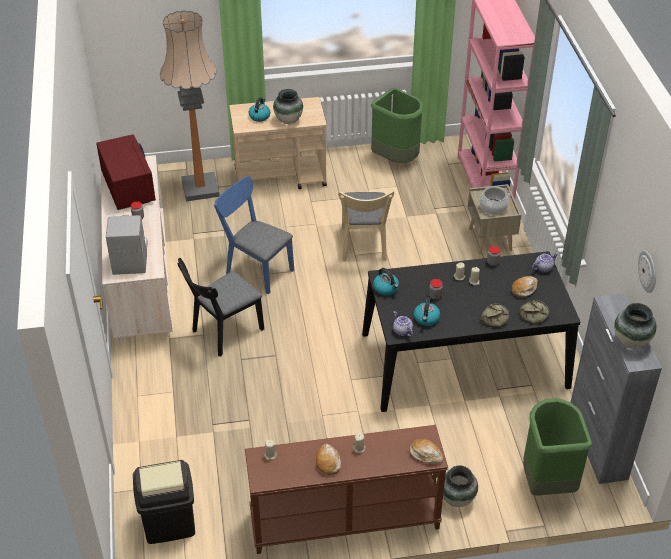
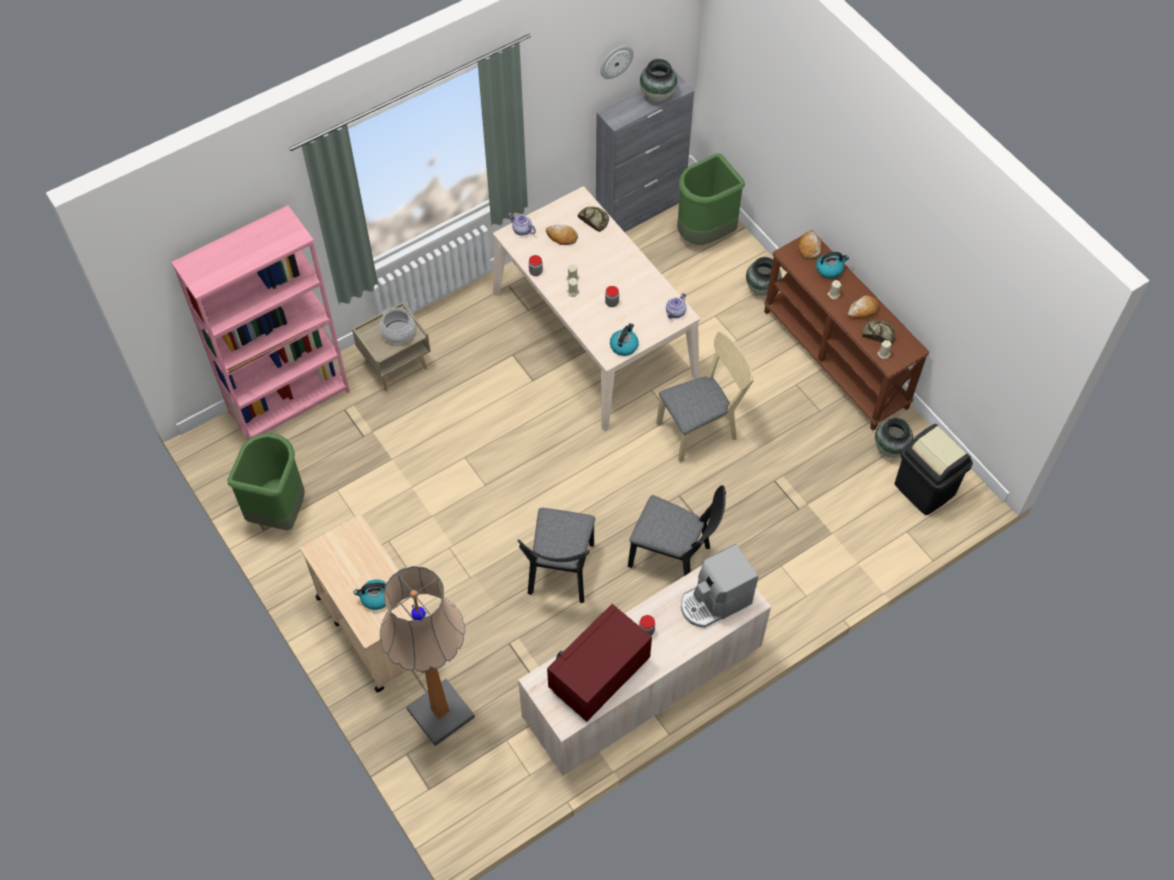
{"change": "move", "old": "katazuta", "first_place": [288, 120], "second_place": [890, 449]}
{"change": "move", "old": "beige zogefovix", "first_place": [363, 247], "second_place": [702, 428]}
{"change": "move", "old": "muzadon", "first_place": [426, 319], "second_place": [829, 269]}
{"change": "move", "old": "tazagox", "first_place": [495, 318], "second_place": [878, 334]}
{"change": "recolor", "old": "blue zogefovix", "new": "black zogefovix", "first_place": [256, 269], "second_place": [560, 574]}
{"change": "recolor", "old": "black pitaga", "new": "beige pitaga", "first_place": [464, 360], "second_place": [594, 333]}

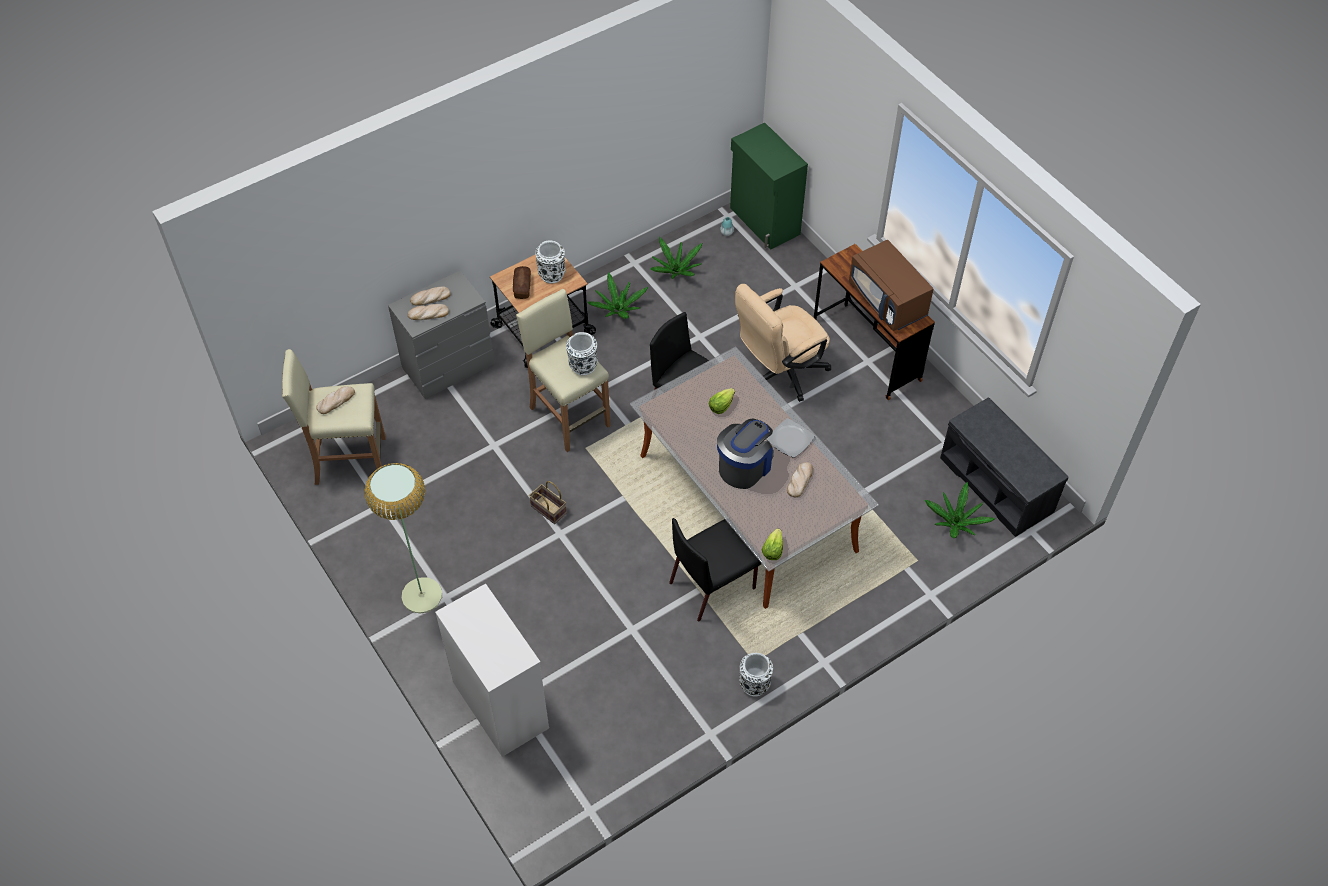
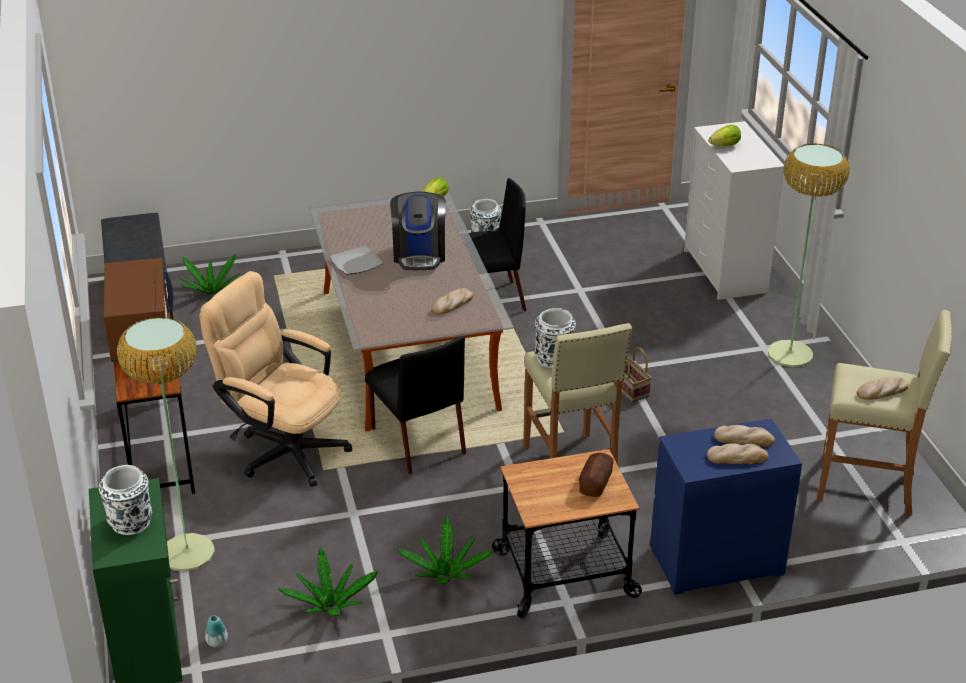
{"change": "insert", "new": "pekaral", "second_place": [187, 552]}
{"change": "move", "old": "white katazuta", "first_place": [551, 274], "second_place": [130, 523]}
{"change": "move", "old": "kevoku", "first_place": [721, 406], "second_place": [725, 146]}
{"change": "move", "old": "tazagox", "first_place": [800, 480], "second_place": [452, 304]}
{"change": "recolor", "old": "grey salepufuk", "new": "blue salepufuk", "first_place": [449, 366], "second_place": [715, 561]}
{"change": "rotate", "old": "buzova", "first_place": [744, 466], "second_place": [419, 254], "degrees": -60}
{"change": "rotate", "old": "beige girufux", "first_place": [779, 374], "second_place": [283, 449], "degrees": -135}

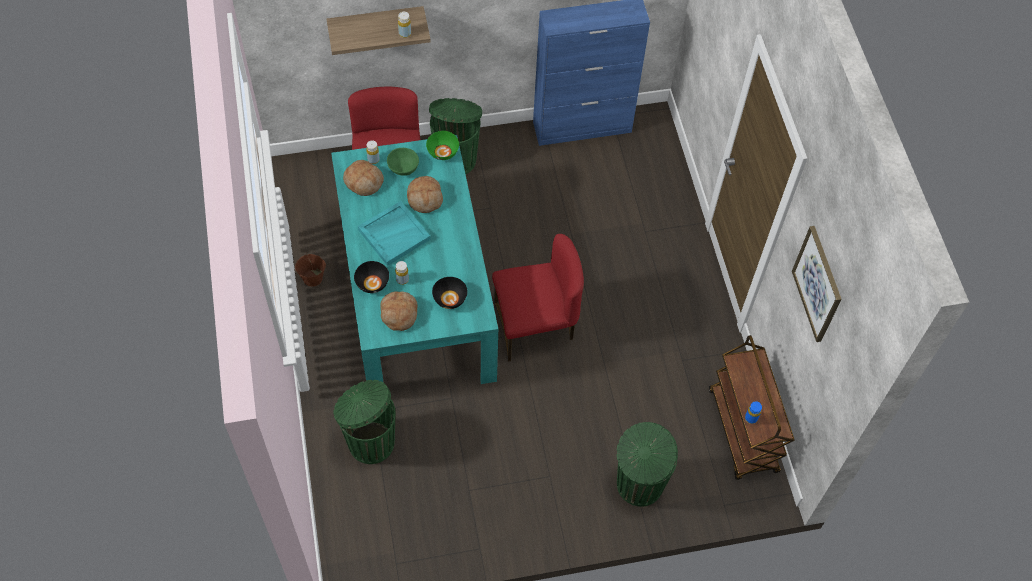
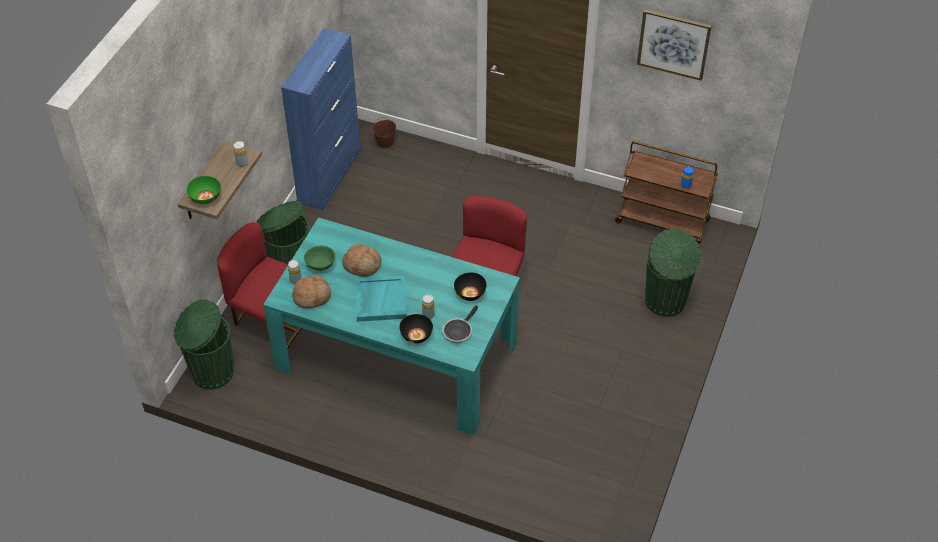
{"change": "move", "old": "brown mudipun", "first_place": [313, 278], "second_place": [385, 142]}
{"change": "move", "old": "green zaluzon", "first_place": [370, 441], "second_place": [211, 372]}
{"change": "move", "old": "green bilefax", "first_place": [442, 152], "second_place": [205, 197]}
{"change": "replace", "old": "tazagox", "new": "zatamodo", "first_place": [398, 313], "second_place": [458, 331]}

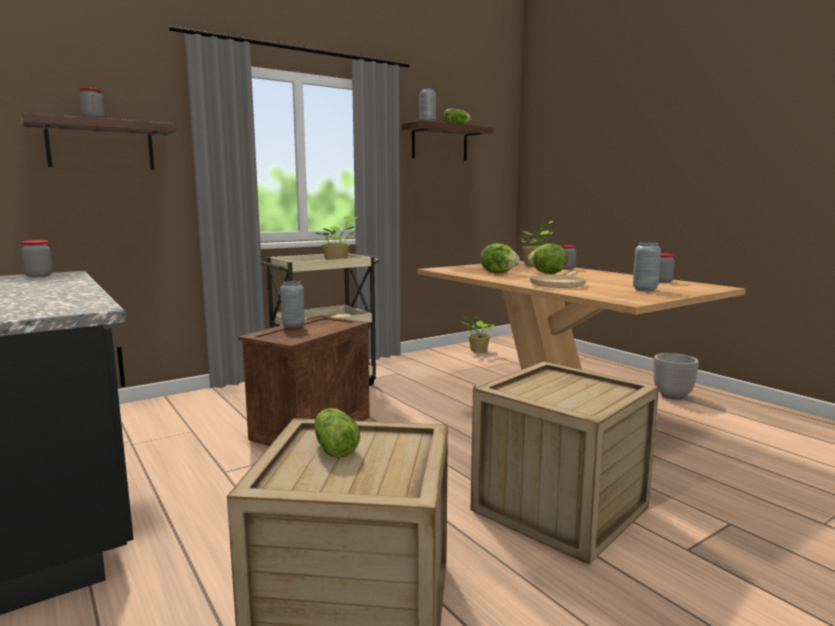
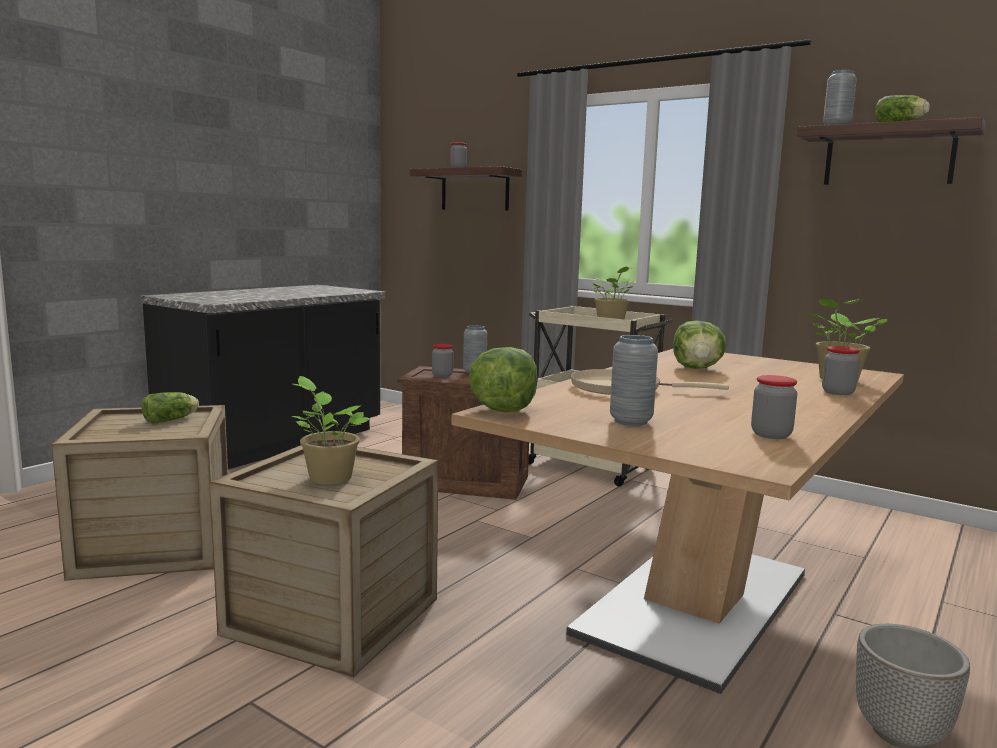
{"change": "move", "old": "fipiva", "first_place": [39, 276], "second_place": [442, 375]}
{"change": "move", "old": "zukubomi", "first_place": [477, 351], "second_place": [328, 477]}
{"change": "move", "old": "kevoku", "first_place": [547, 273], "second_place": [503, 410]}

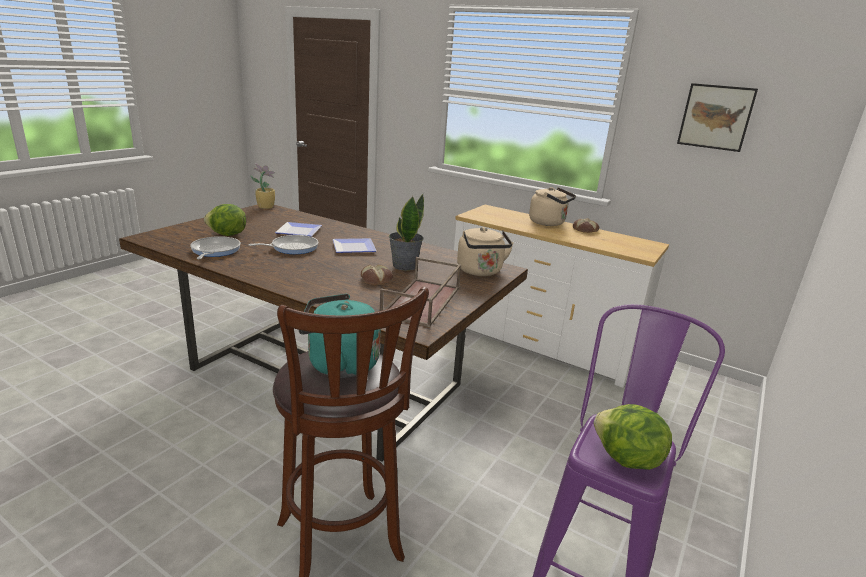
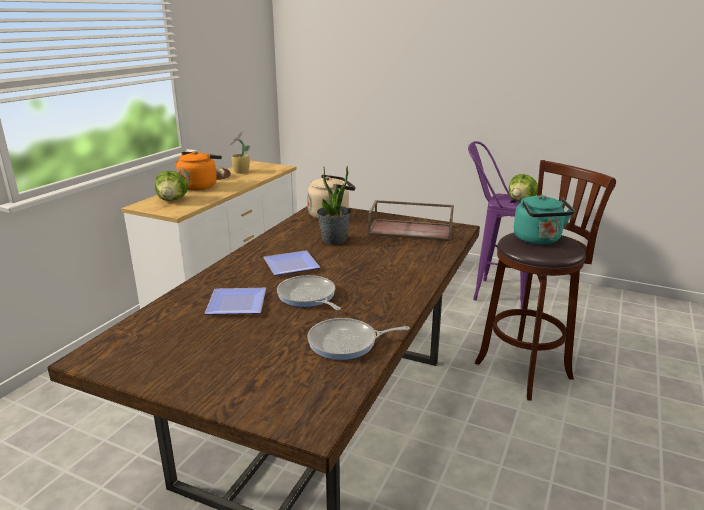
{"change": "delete", "old": "tazagox", "first_place": [376, 279]}
{"change": "delete", "old": "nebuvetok", "first_place": [715, 117]}
{"change": "move", "old": "kevoku", "first_place": [227, 235], "second_place": [173, 200]}
{"change": "move", "old": "zukubomi", "first_place": [265, 206], "second_place": [241, 172]}
{"change": "recolor", "old": "beige muzadon", "new": "orange muzadon", "first_place": [549, 223], "second_place": [200, 186]}

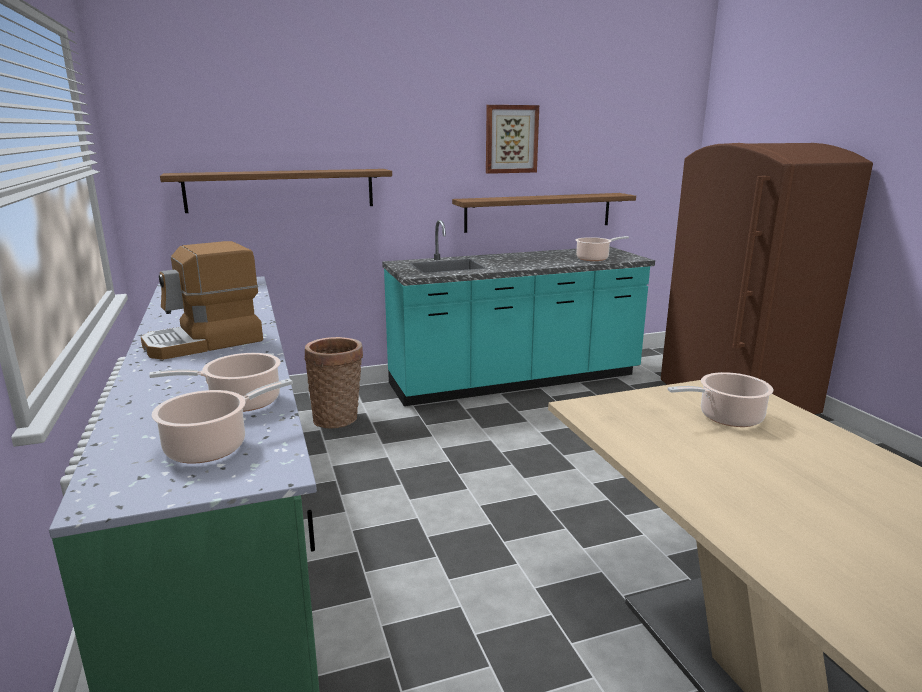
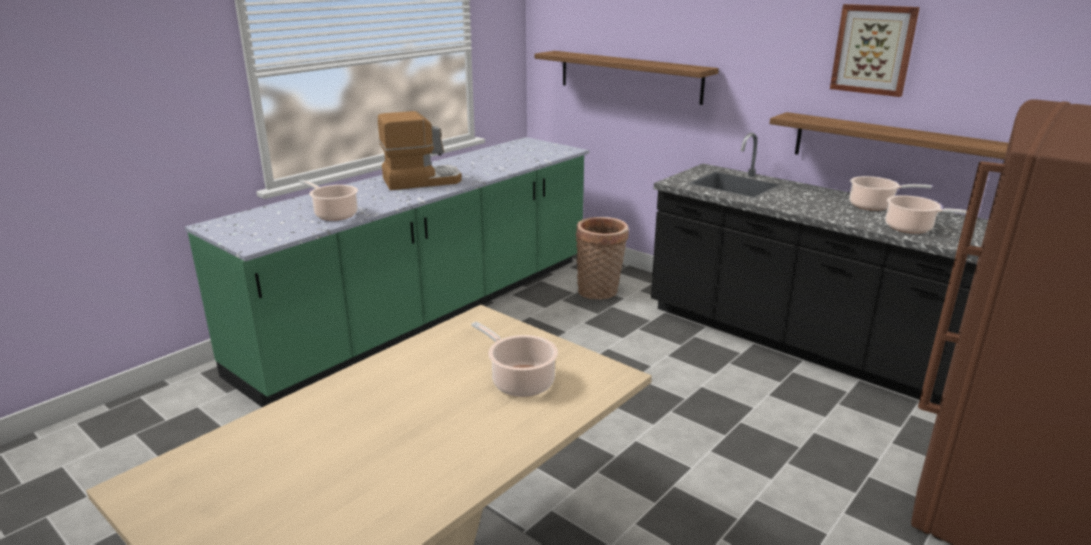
{"change": "move", "old": "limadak", "first_place": [212, 447], "second_place": [873, 206]}
{"change": "recolor", "old": "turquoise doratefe", "new": "black doratefe", "first_place": [515, 381], "second_place": [796, 342]}
{"change": "rotate", "old": "buzova", "first_place": [204, 343], "second_place": [421, 180], "degrees": 135}

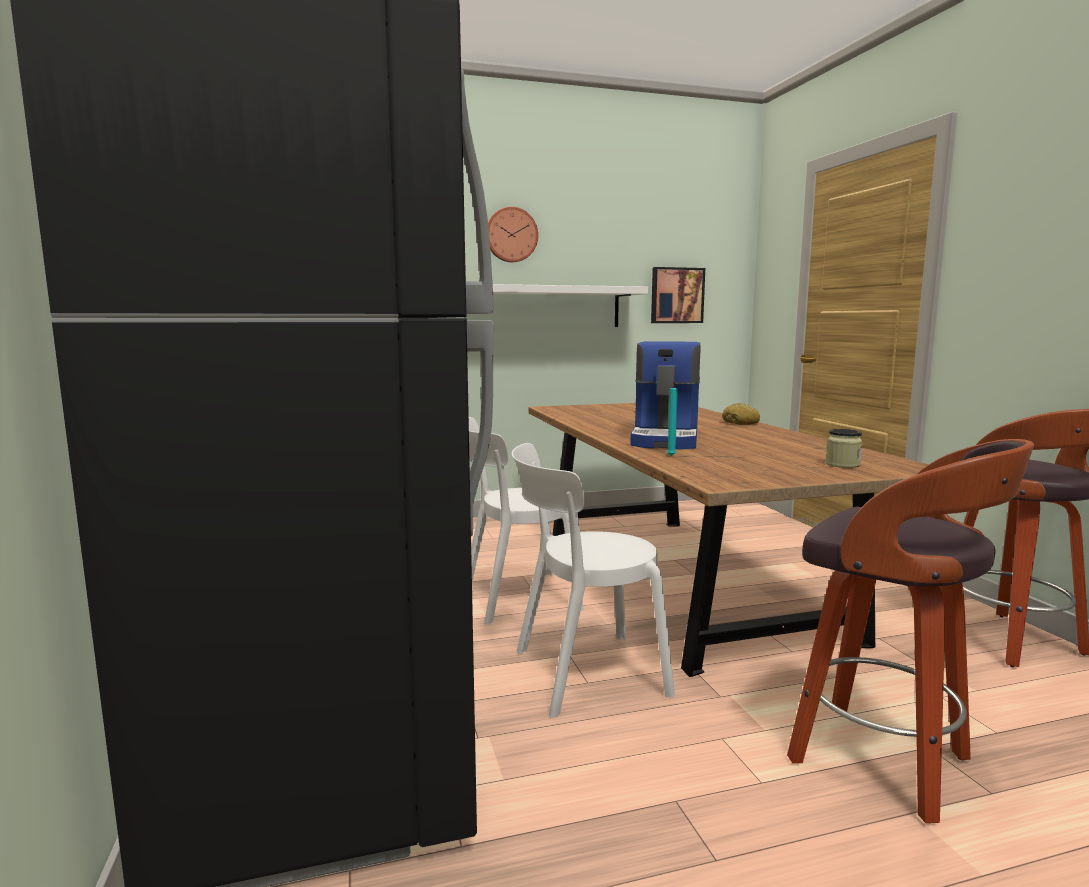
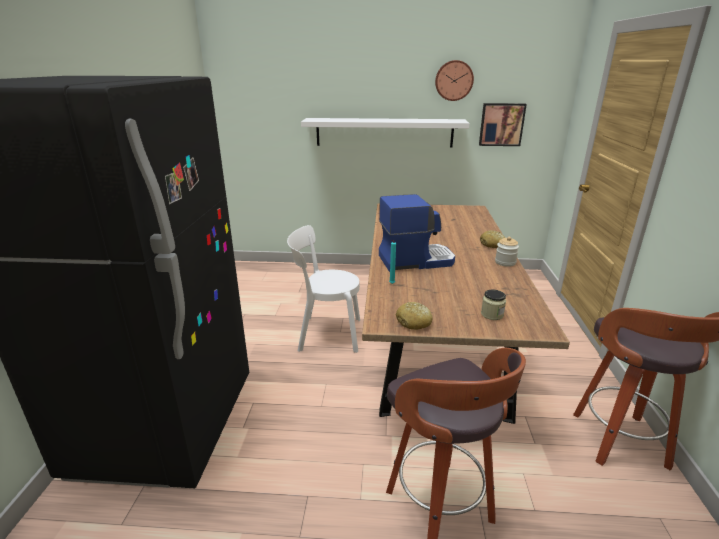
{"change": "delete", "old": "white zogefovix", "first_place": [582, 673]}
{"change": "insert", "new": "tazagox", "second_place": [414, 322]}
{"change": "insert", "new": "fipiva", "second_place": [505, 262]}
{"change": "move", "old": "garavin", "first_place": [511, 235], "second_place": [454, 80]}
{"change": "rotate", "old": "buzova", "first_place": [667, 438], "second_place": [415, 260], "degrees": -135}

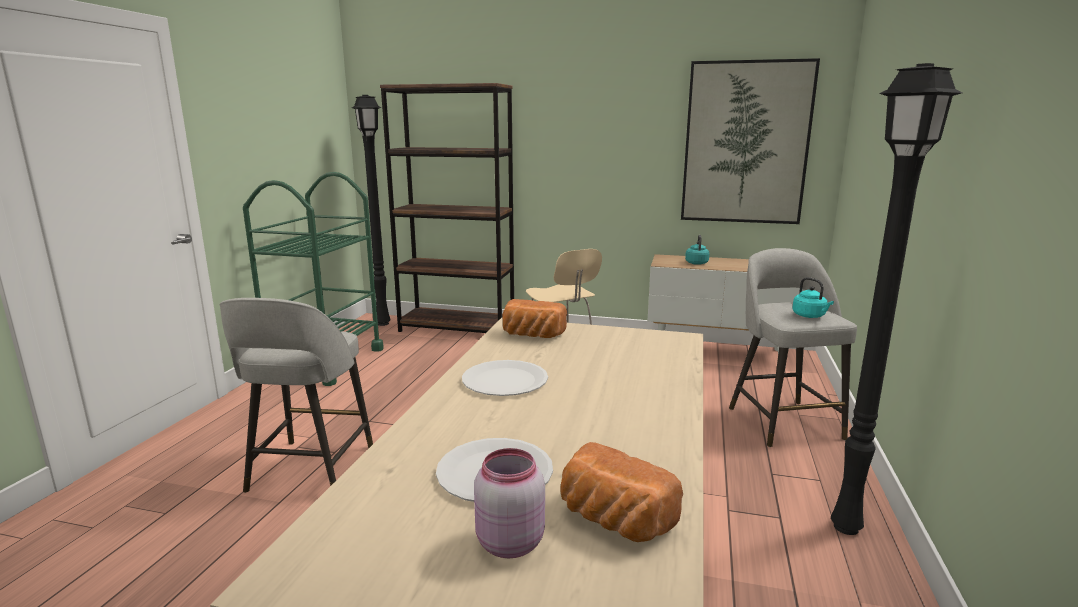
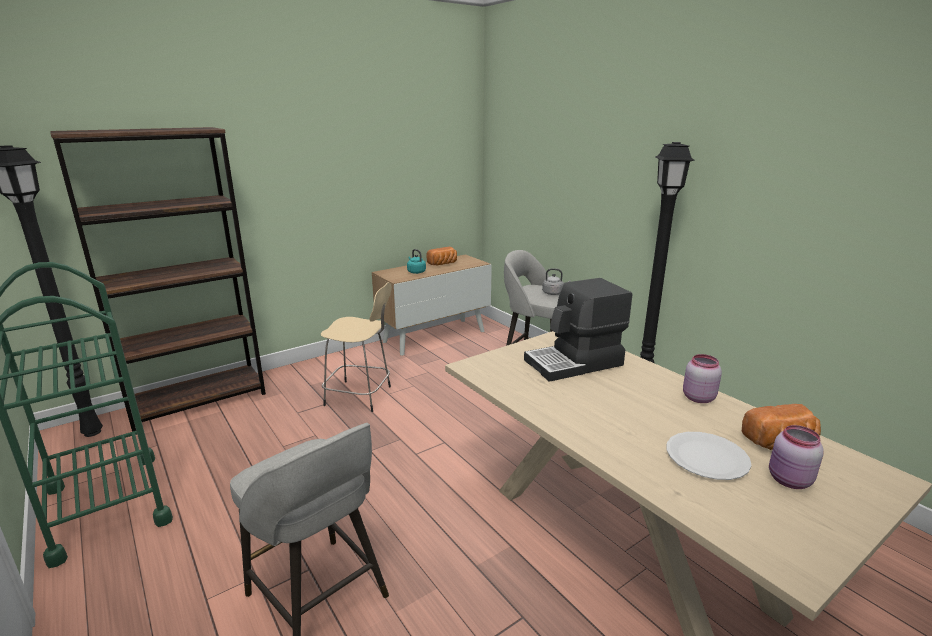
{"change": "delete", "old": "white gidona", "first_place": [505, 380]}
{"change": "delete", "old": "nebuvetok", "first_place": [745, 143]}
{"change": "insert", "new": "buzova", "second_place": [575, 363]}
{"change": "insert", "new": "pink fipiva", "second_place": [697, 398]}
{"change": "move", "old": "tazagox", "first_place": [532, 335], "second_place": [443, 264]}
{"change": "recolor", "old": "turquoise muzadon", "new": "grey muzadon", "first_place": [810, 316], "second_place": [554, 293]}

